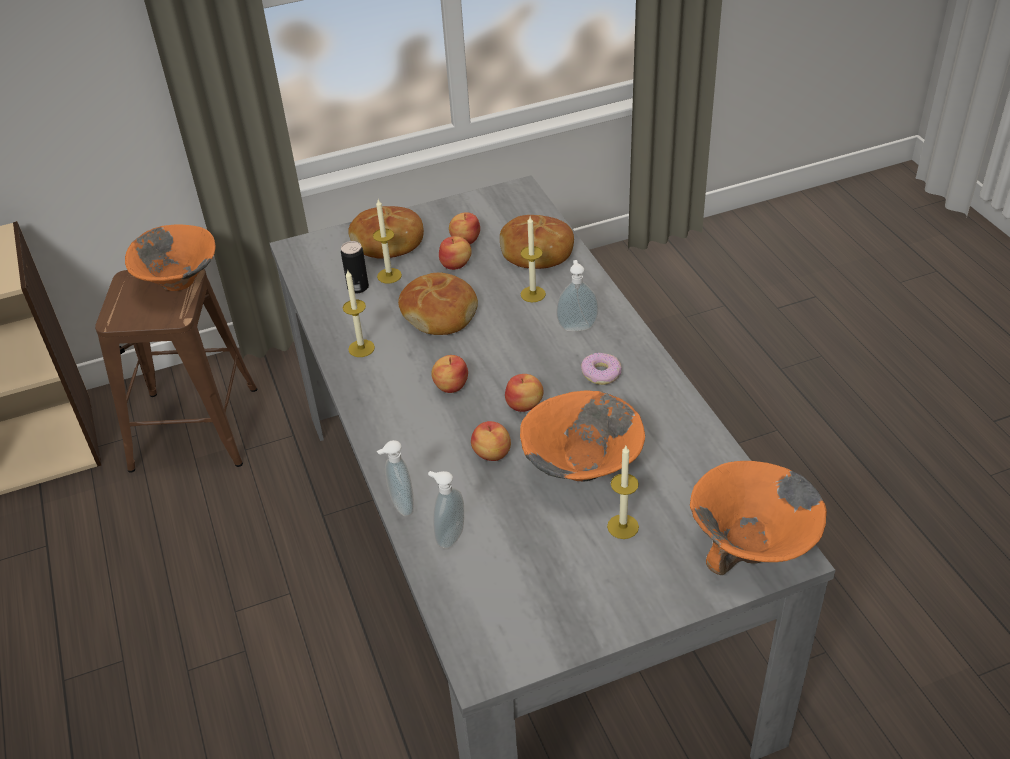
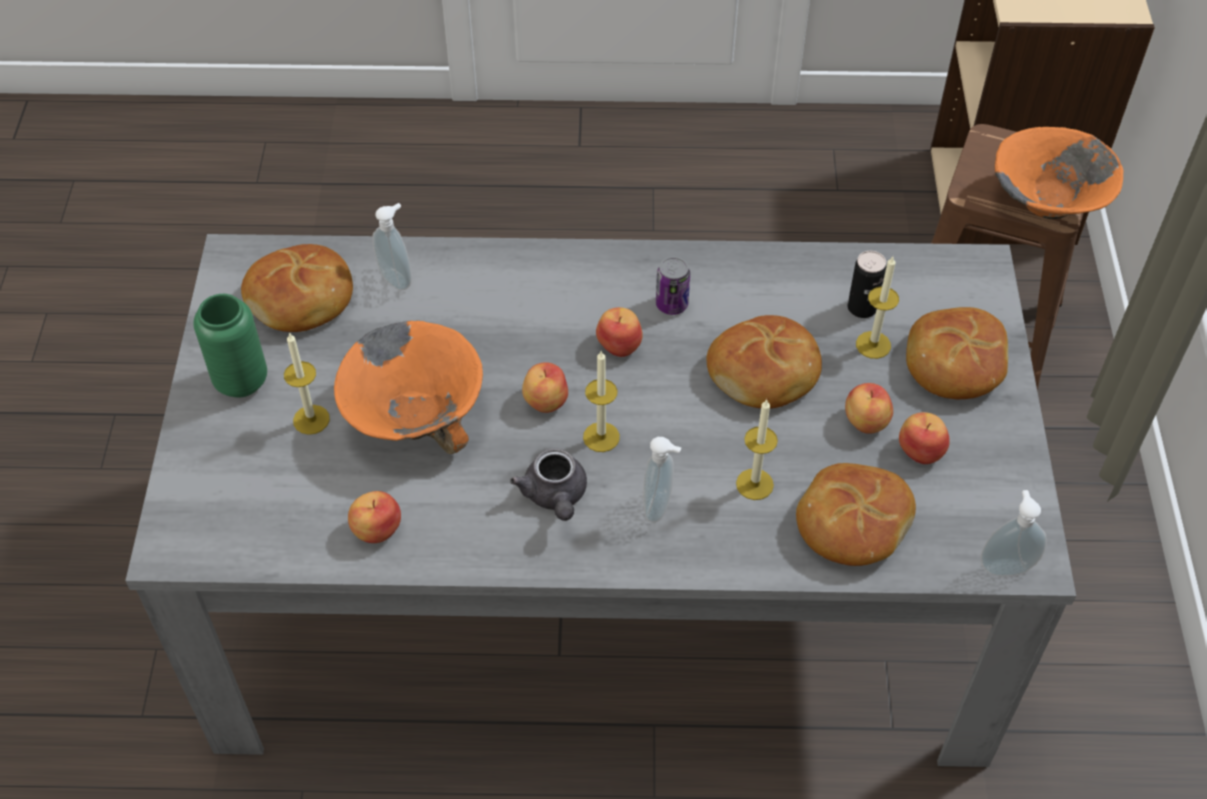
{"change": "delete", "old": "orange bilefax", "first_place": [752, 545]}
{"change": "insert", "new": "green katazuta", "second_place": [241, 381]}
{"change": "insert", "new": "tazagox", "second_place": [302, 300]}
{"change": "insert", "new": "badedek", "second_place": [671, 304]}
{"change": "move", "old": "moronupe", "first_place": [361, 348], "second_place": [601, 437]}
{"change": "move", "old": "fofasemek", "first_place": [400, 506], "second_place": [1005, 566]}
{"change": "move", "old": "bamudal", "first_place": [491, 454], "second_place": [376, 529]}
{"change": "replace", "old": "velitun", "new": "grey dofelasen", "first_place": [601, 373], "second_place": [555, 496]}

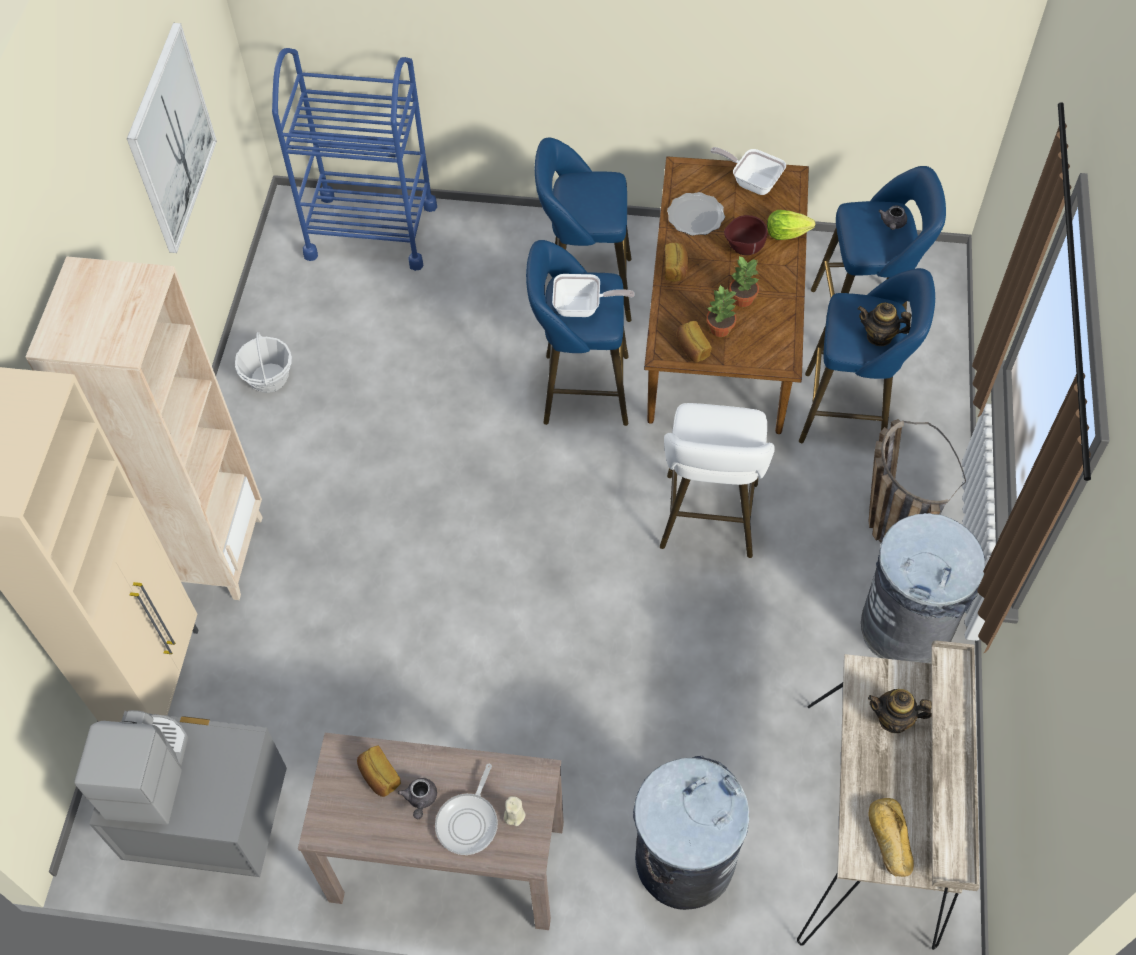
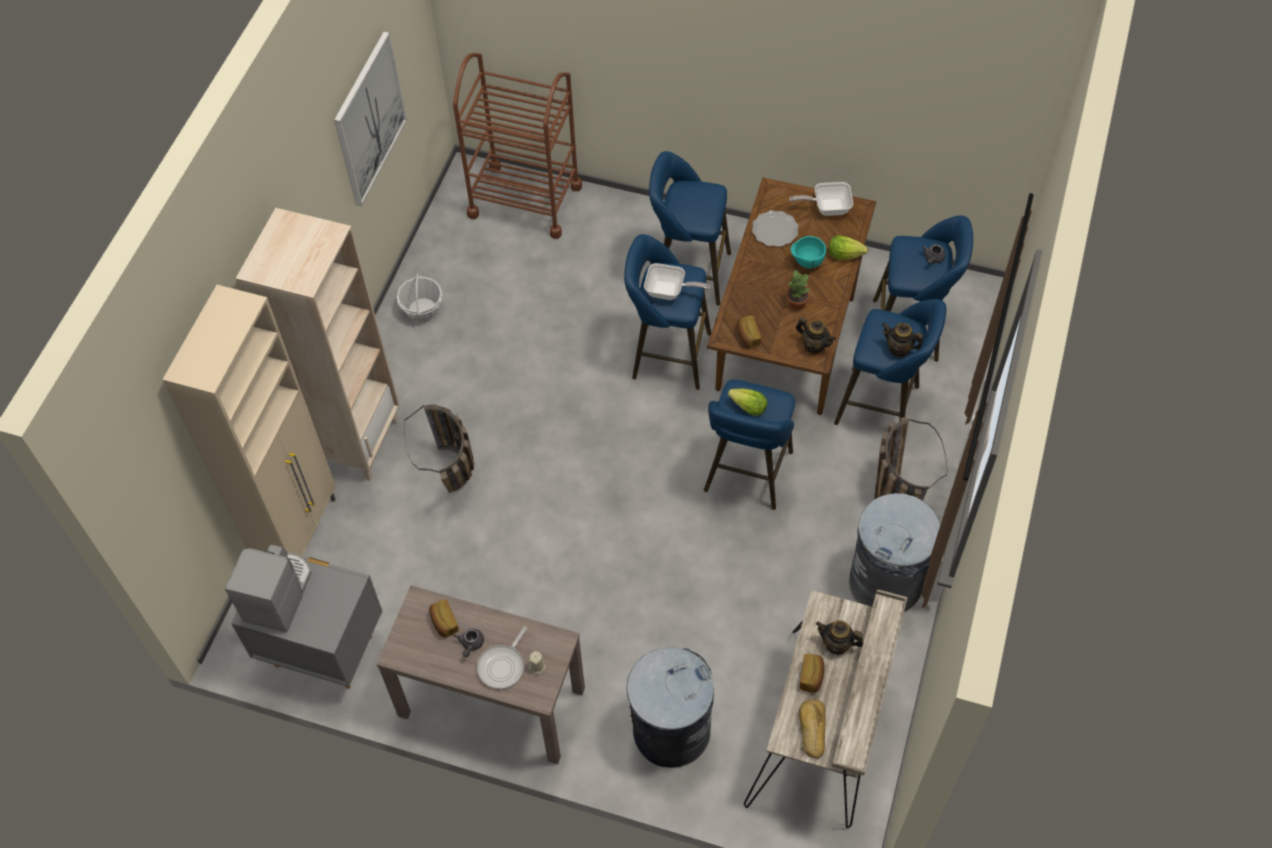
{"change": "delete", "old": "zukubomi", "first_place": [720, 329]}
{"change": "insert", "new": "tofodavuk", "second_place": [454, 478]}
{"change": "insert", "new": "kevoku", "second_place": [748, 408]}
{"change": "insert", "new": "dofelasen", "second_place": [814, 345]}
{"change": "move", "old": "tazagox", "first_place": [676, 268], "second_place": [811, 677]}
{"change": "recolor", "old": "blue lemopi", "new": "brown lemopi", "first_place": [371, 231], "second_place": [525, 200]}
{"change": "recolor", "old": "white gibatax", "new": "blue gibatax", "first_place": [708, 521], "second_place": [747, 476]}
{"change": "recolor", "old": "brown bilefax", "new": "turquoise bilefax", "first_place": [743, 250], "second_place": [806, 263]}
{"change": "rotate", "old": "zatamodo", "first_place": [752, 181], "second_place": [827, 208], "degrees": -45}

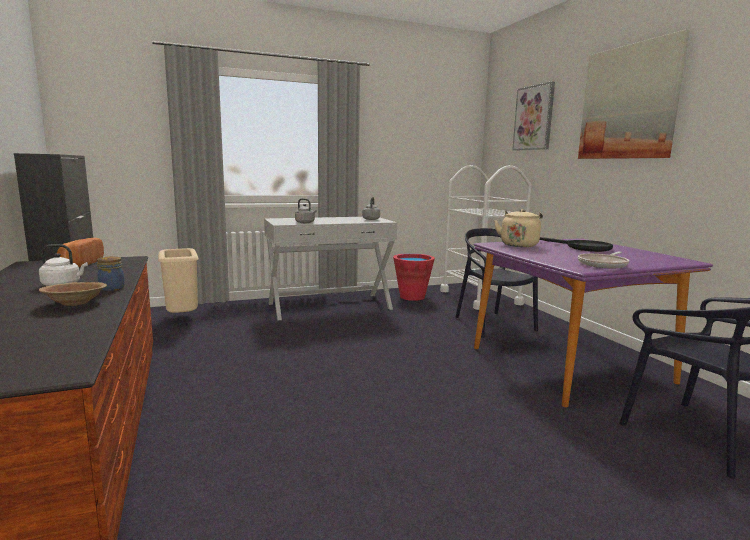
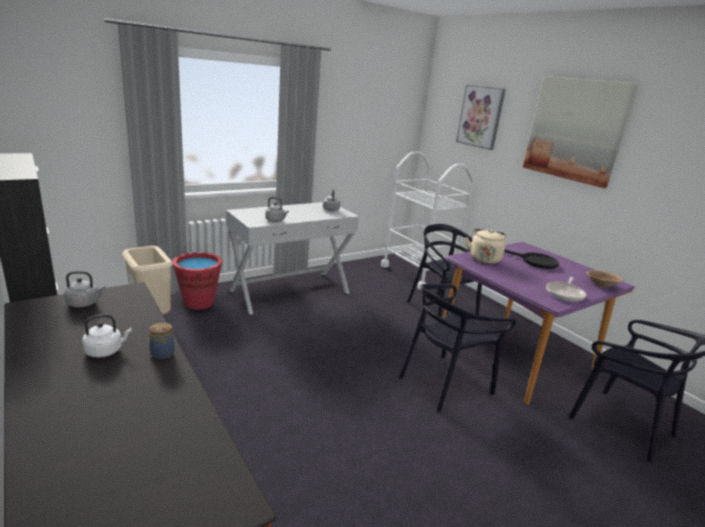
{"change": "insert", "new": "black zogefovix", "second_place": [445, 383]}
{"change": "move", "old": "brown bilefax", "first_place": [75, 303], "second_place": [601, 284]}
{"change": "move", "old": "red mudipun", "first_place": [412, 297], "second_place": [199, 303]}
{"change": "replace", "old": "tazagox", "new": "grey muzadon", "first_place": [80, 263], "second_place": [85, 303]}

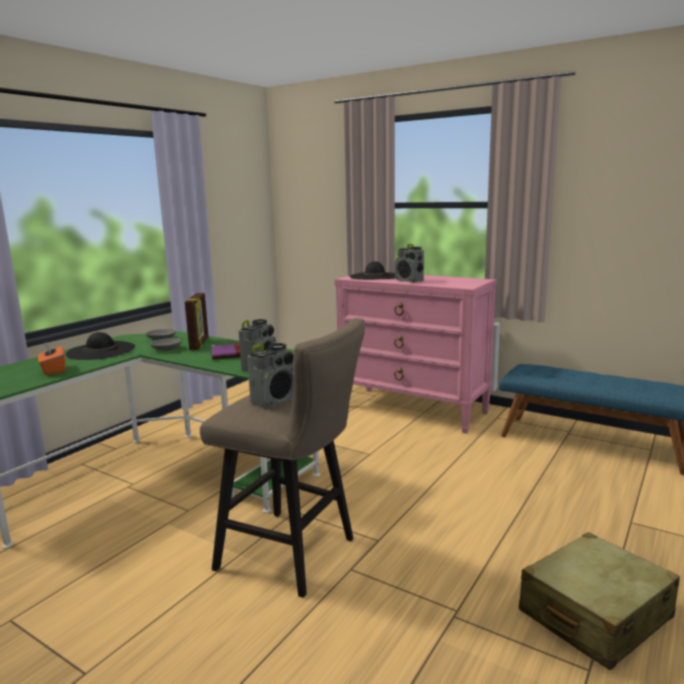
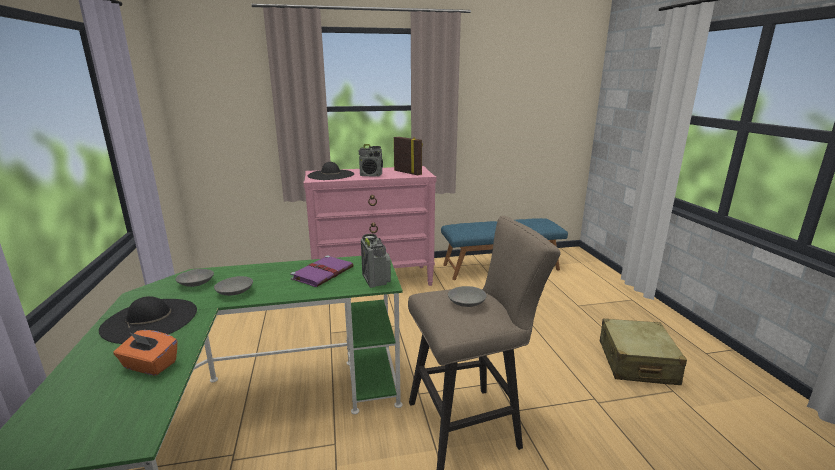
{"change": "move", "old": "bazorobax", "first_place": [200, 344], "second_place": [408, 173]}
{"change": "replace", "old": "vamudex", "new": "grey bilefax", "first_place": [274, 400], "second_place": [466, 303]}

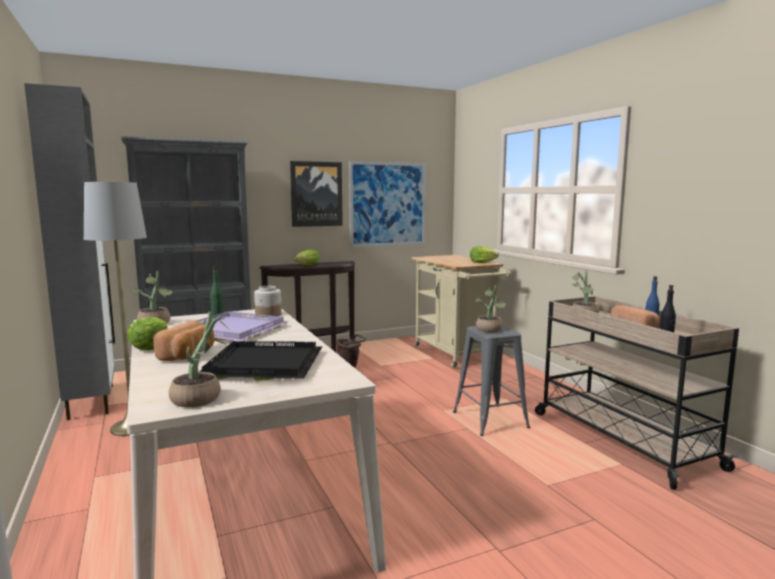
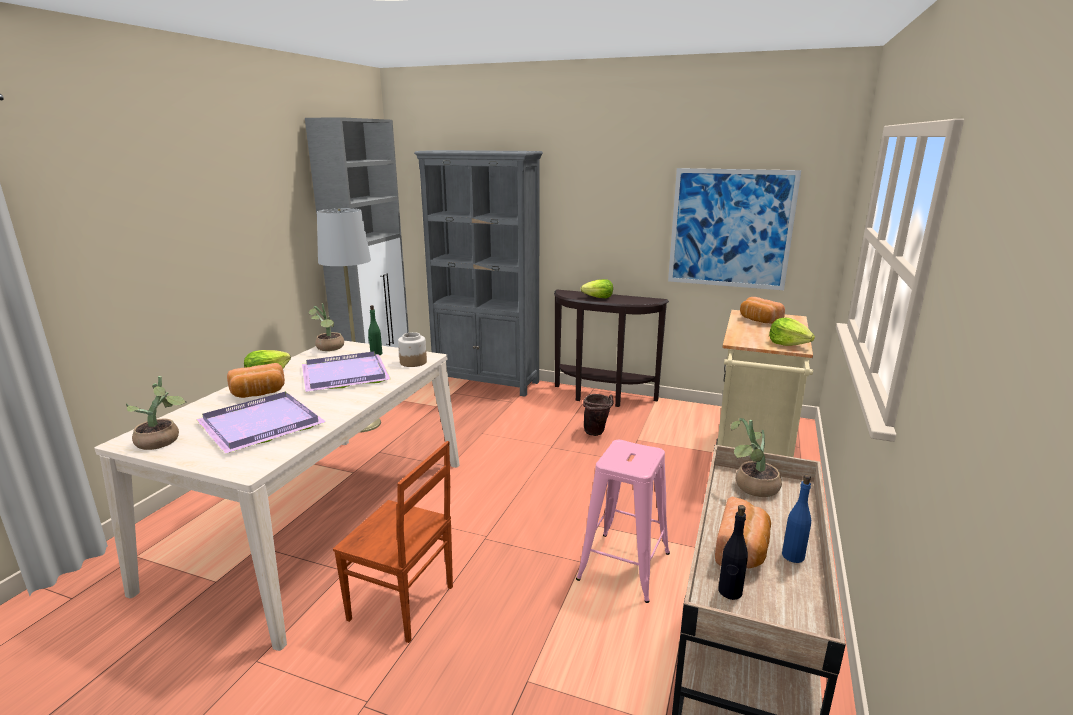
{"change": "delete", "old": "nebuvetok", "first_place": [316, 194]}
{"change": "delete", "old": "zukubomi", "first_place": [490, 330]}
{"change": "insert", "new": "brown zogefovix", "second_place": [402, 604]}
{"change": "insert", "new": "tazagox", "second_place": [758, 320]}
{"change": "recolor", "old": "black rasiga", "new": "purple rasiga", "first_place": [261, 365], "second_place": [258, 424]}
{"change": "recolor", "old": "grey gibatax", "new": "pink gibatax", "first_place": [490, 419], "second_place": [624, 566]}

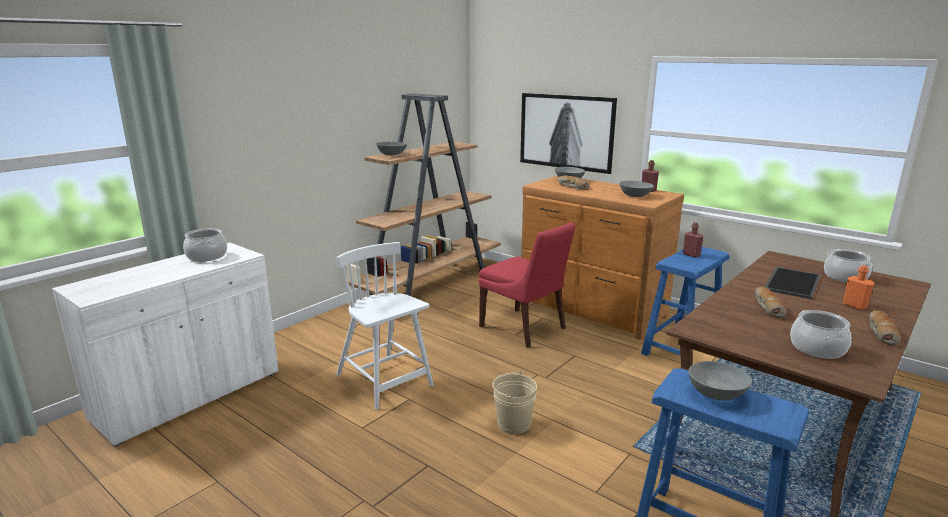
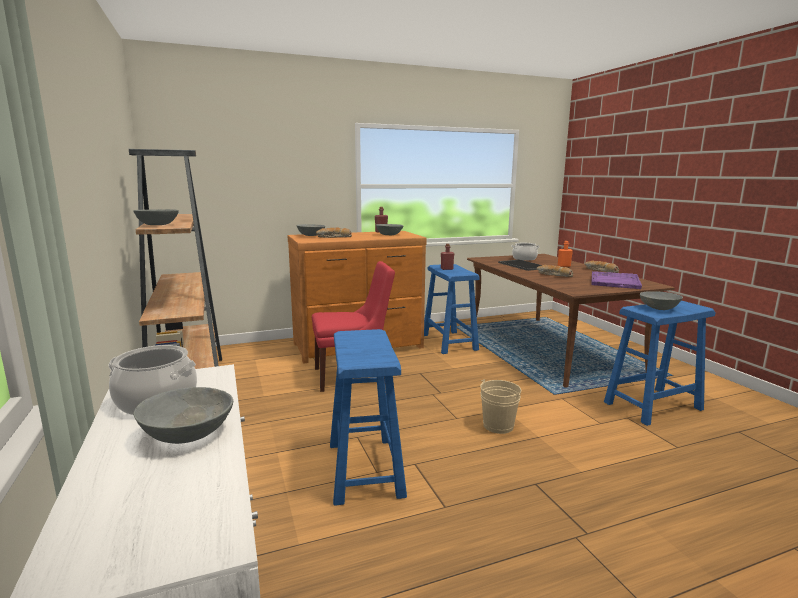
{"change": "delete", "old": "nebuvetok", "first_place": [566, 132]}
{"change": "insert", "new": "grey bilefax", "second_place": [187, 434]}
{"change": "replace", "old": "white zogefovix", "new": "blue gibatax", "first_place": [385, 381], "second_place": [365, 469]}
{"change": "replace", "old": "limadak", "new": "purple rasiga", "first_place": [818, 348], "second_place": [614, 281]}

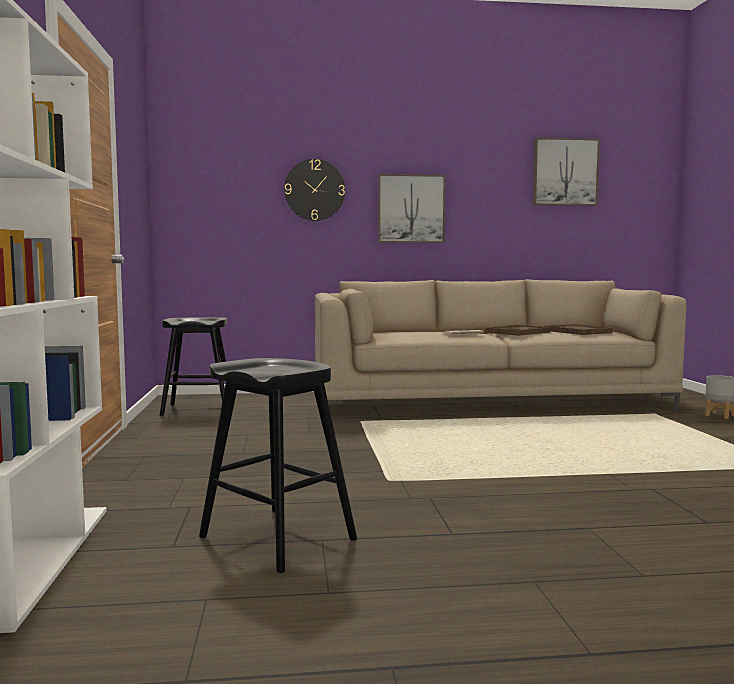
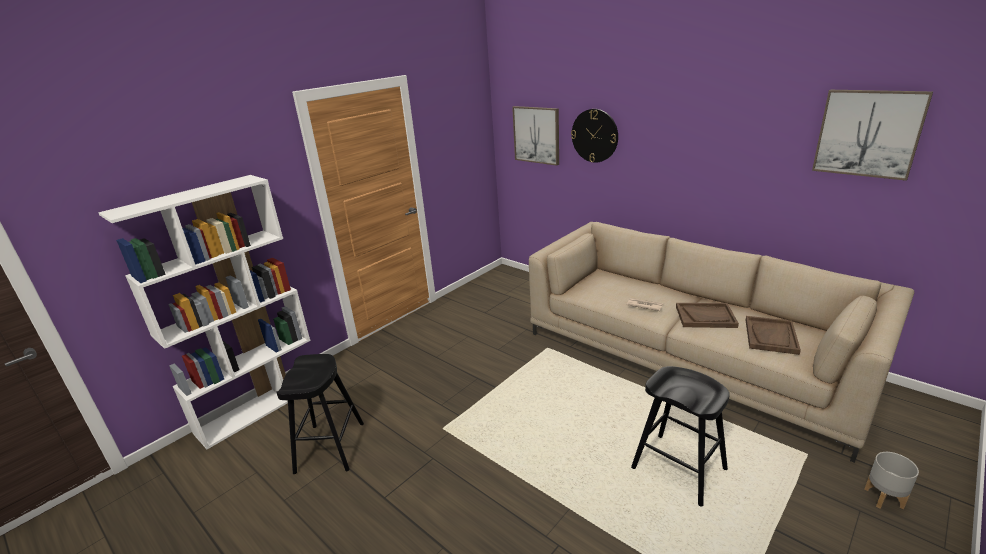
{"change": "move", "old": "black gibatax", "first_place": [198, 410], "second_place": [678, 468]}
{"change": "move", "old": "nebuvetok", "first_place": [411, 209], "second_place": [536, 135]}

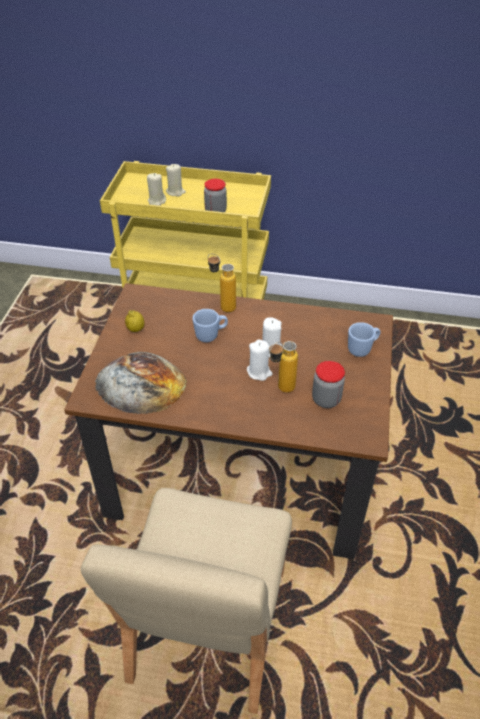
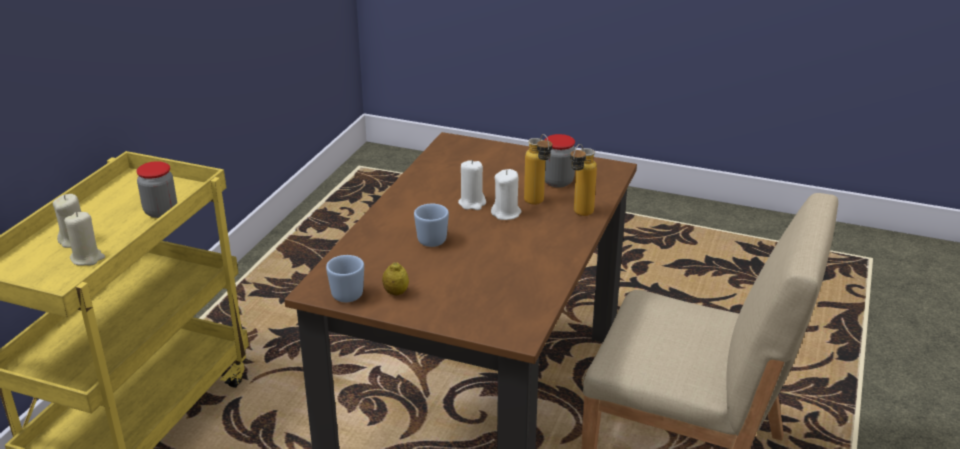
{"change": "delete", "old": "tazagox", "first_place": [140, 383]}
{"change": "move", "old": "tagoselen", "first_place": [222, 306], "second_place": [579, 215]}
{"change": "move", "old": "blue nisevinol", "first_place": [362, 349], "second_place": [346, 292]}

